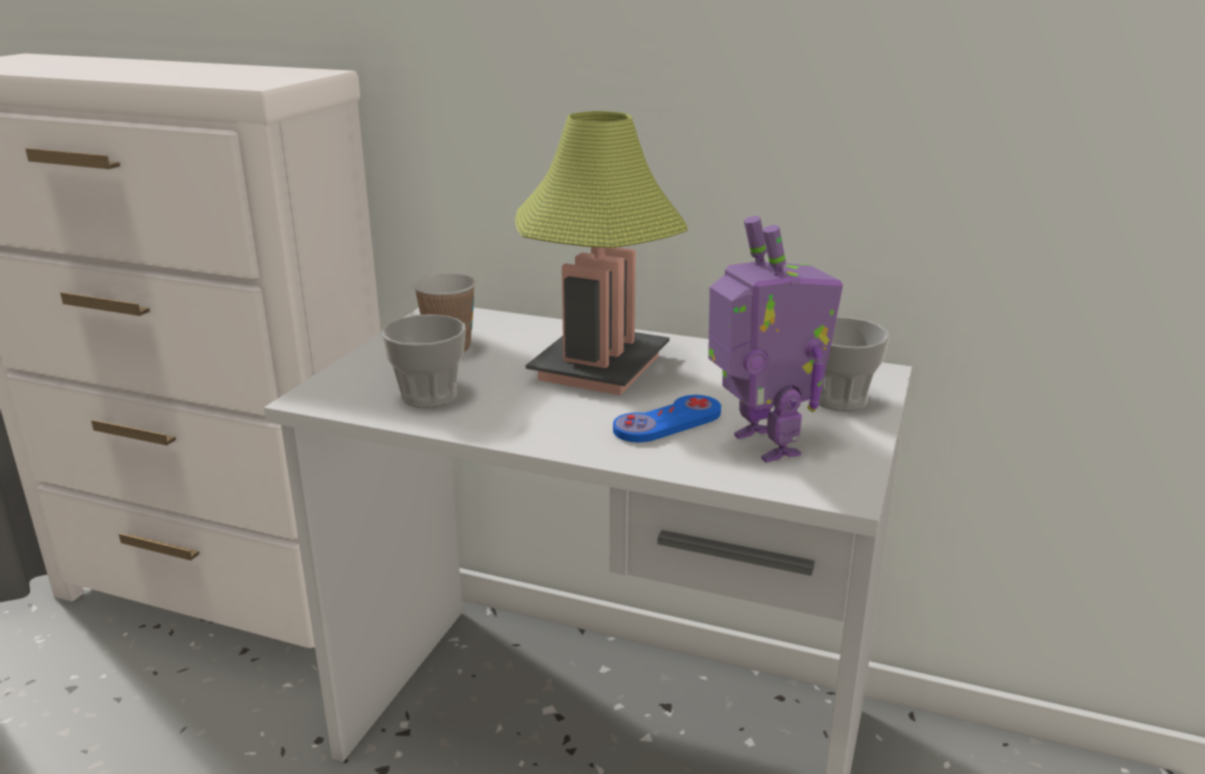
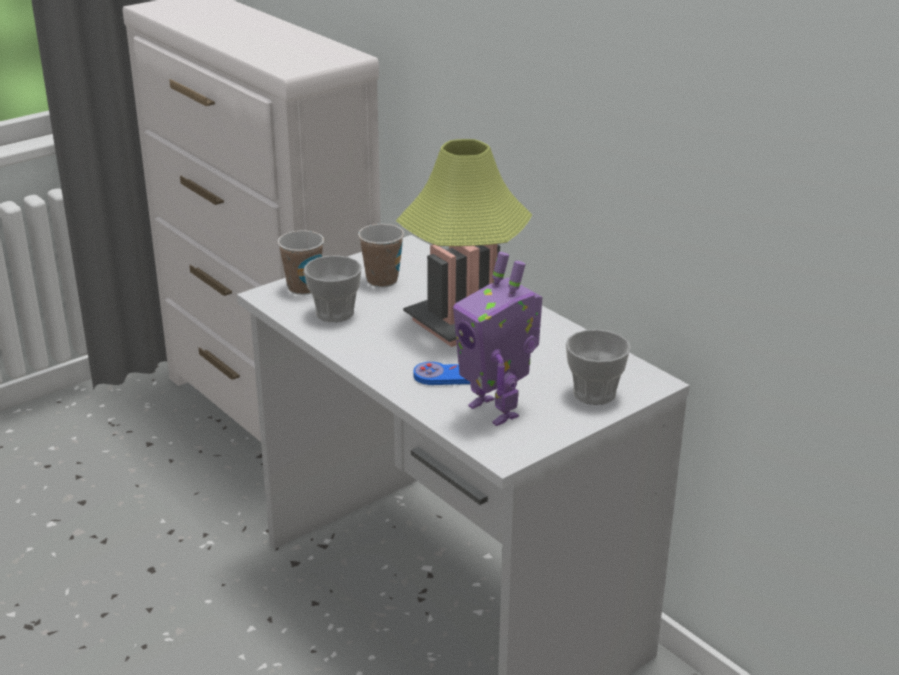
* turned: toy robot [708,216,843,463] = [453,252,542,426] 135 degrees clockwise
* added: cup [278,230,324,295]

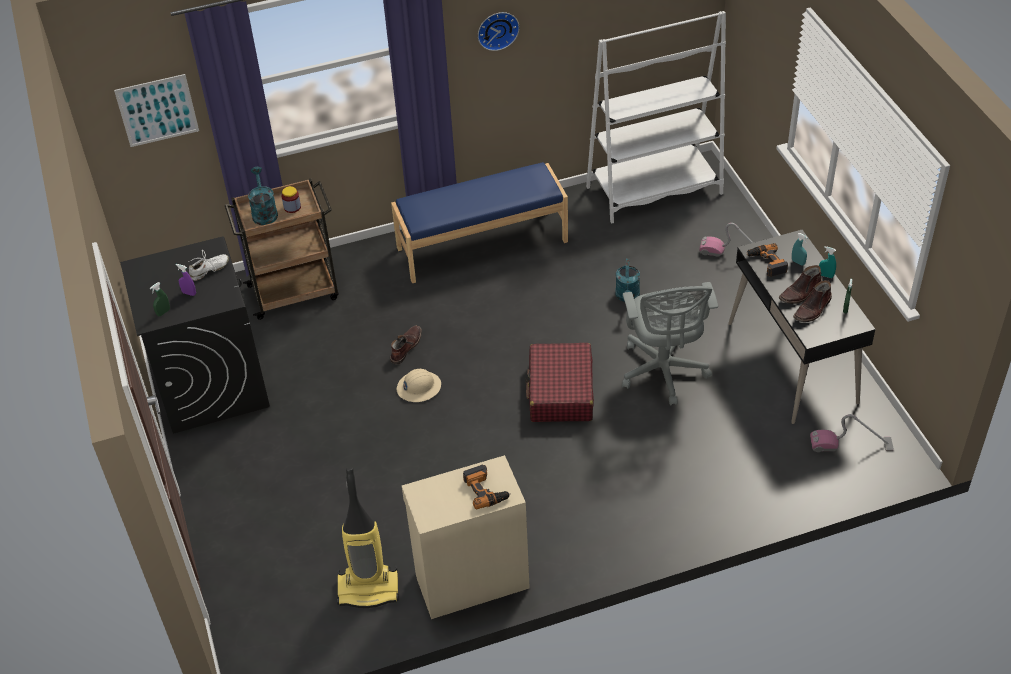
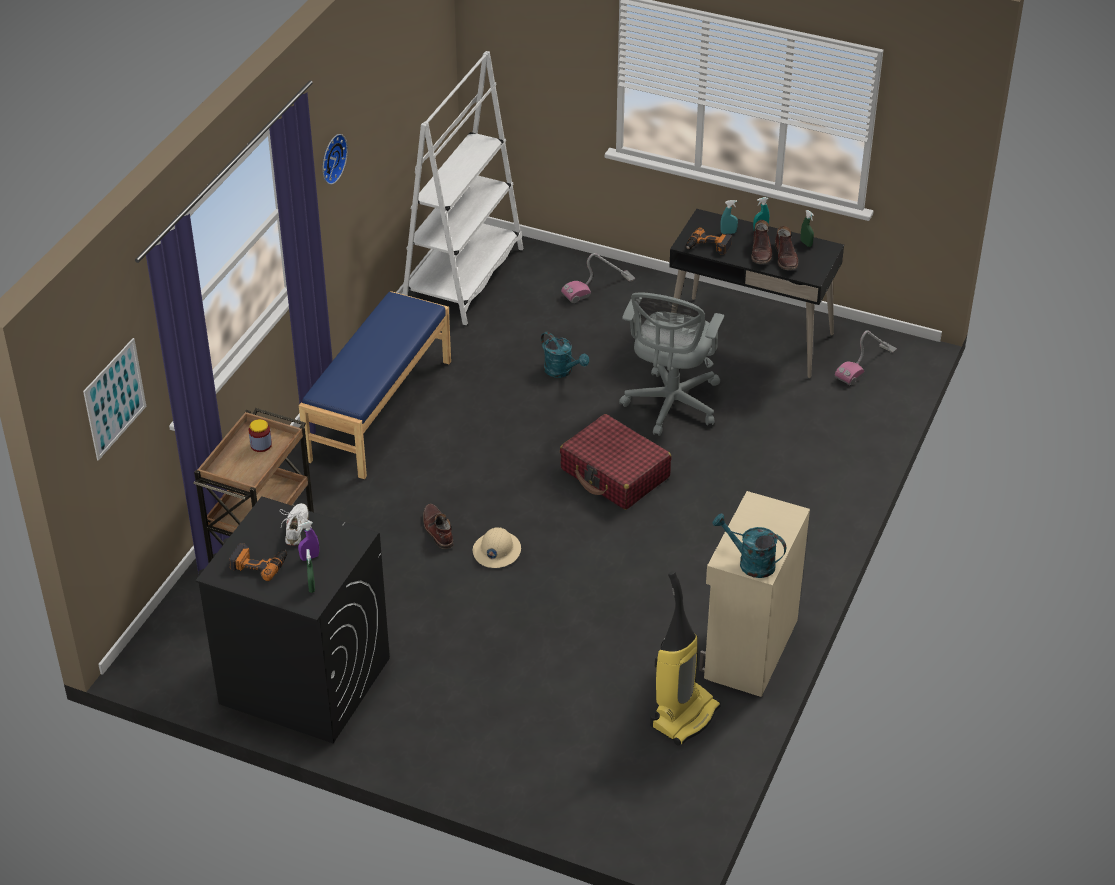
* moved: watering can in turquoise [248,167,278,225] to [712,513,786,578]
* turned: office chair in grey [622,282,718,405] = [619,292,724,436] 75 degrees clockwise
* moved: power drill [463,465,511,509] to [229,543,287,581]

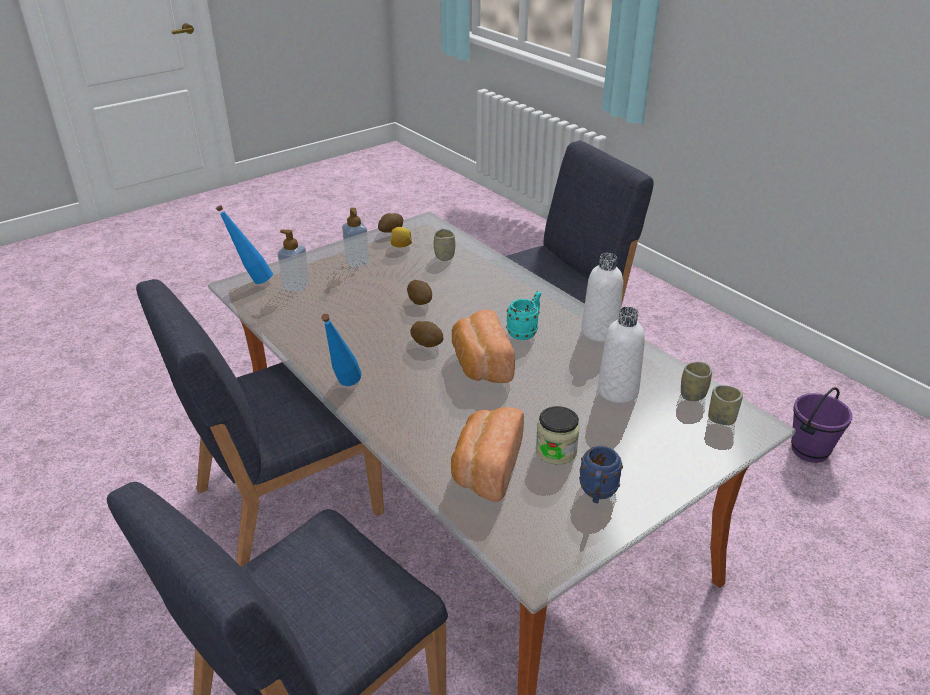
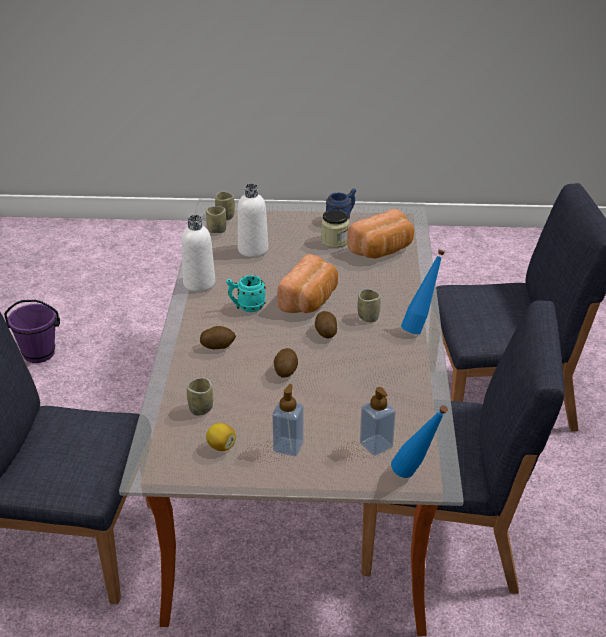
* moved: potato [378,213,403,233] to [200,326,236,349]
* added: cup [357,289,381,322]

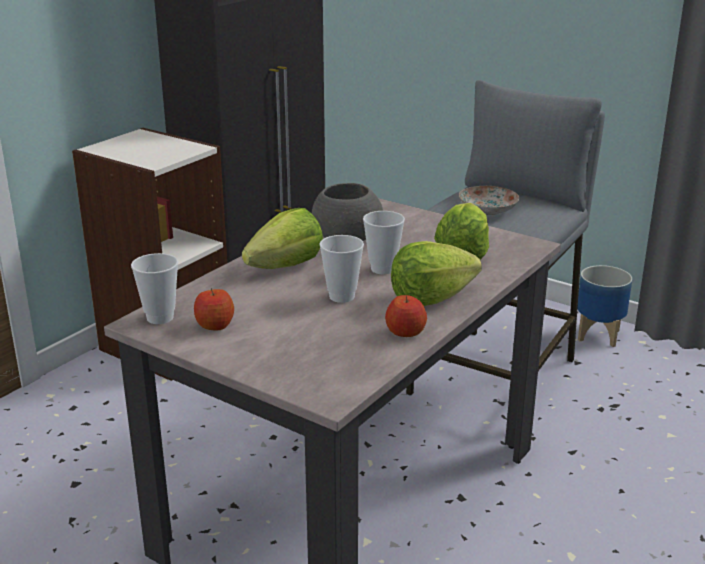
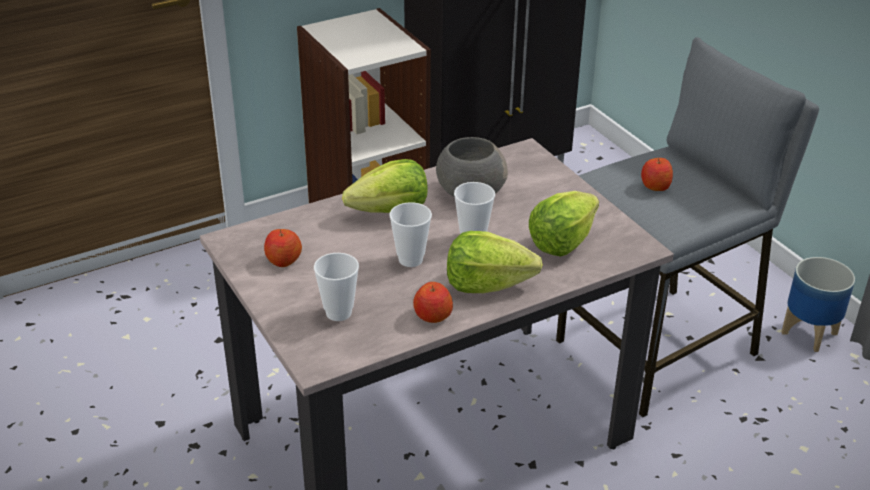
* replaced: plate [459,186,519,215] to apple [641,158,673,191]
* moved: cup [131,253,178,324] to [314,253,359,321]

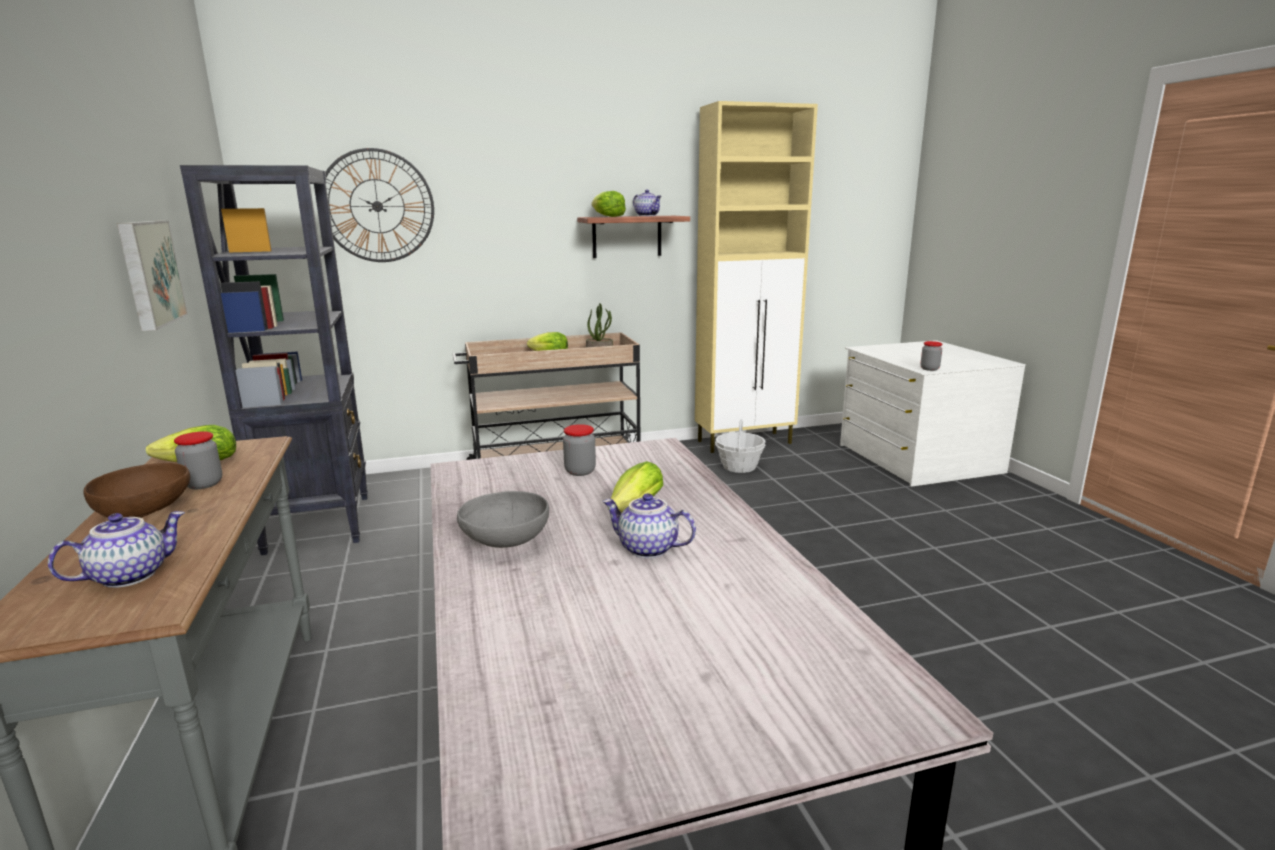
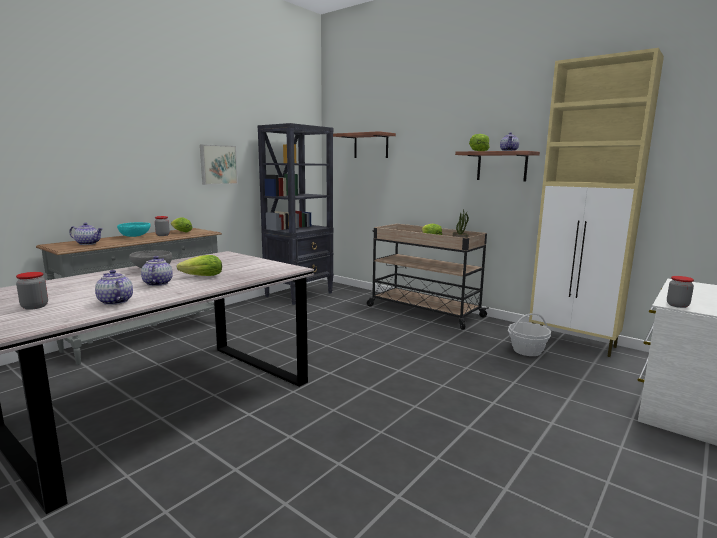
* replaced: wall clock [325,148,434,262] to shelf [333,131,396,158]
* moved: jar [563,424,596,476] to [16,272,48,310]
* recoloured: bowl in brown [83,463,190,518] to bowl in turquoise [117,222,150,237]
* added: teapot [95,270,133,305]

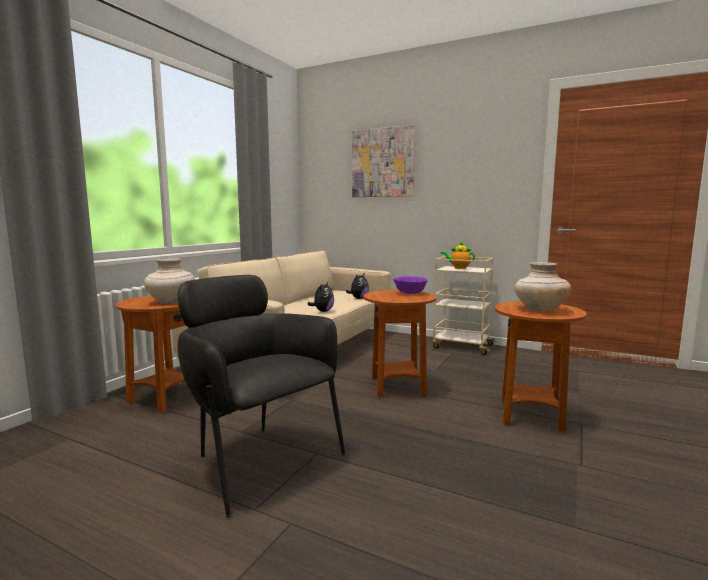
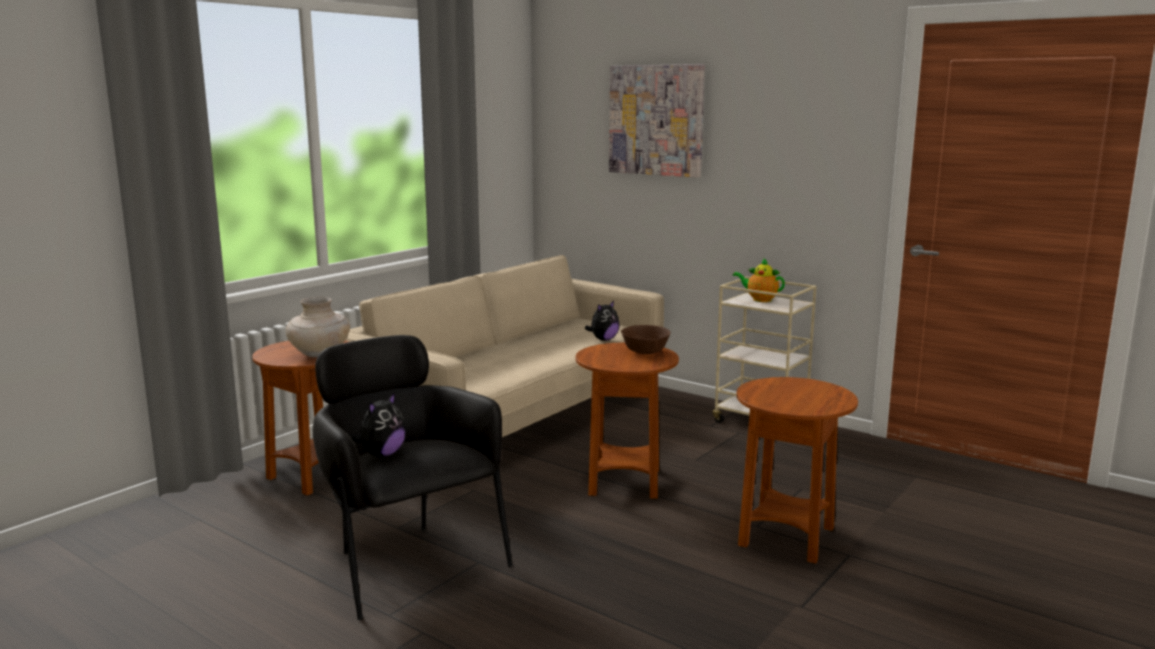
* removed: vase in beige [515,262,571,311]
* recoloured: bowl in purple [393,276,428,294] to bowl in brown [621,325,671,354]
* moved: plush toy [307,282,334,312] to [351,392,406,457]

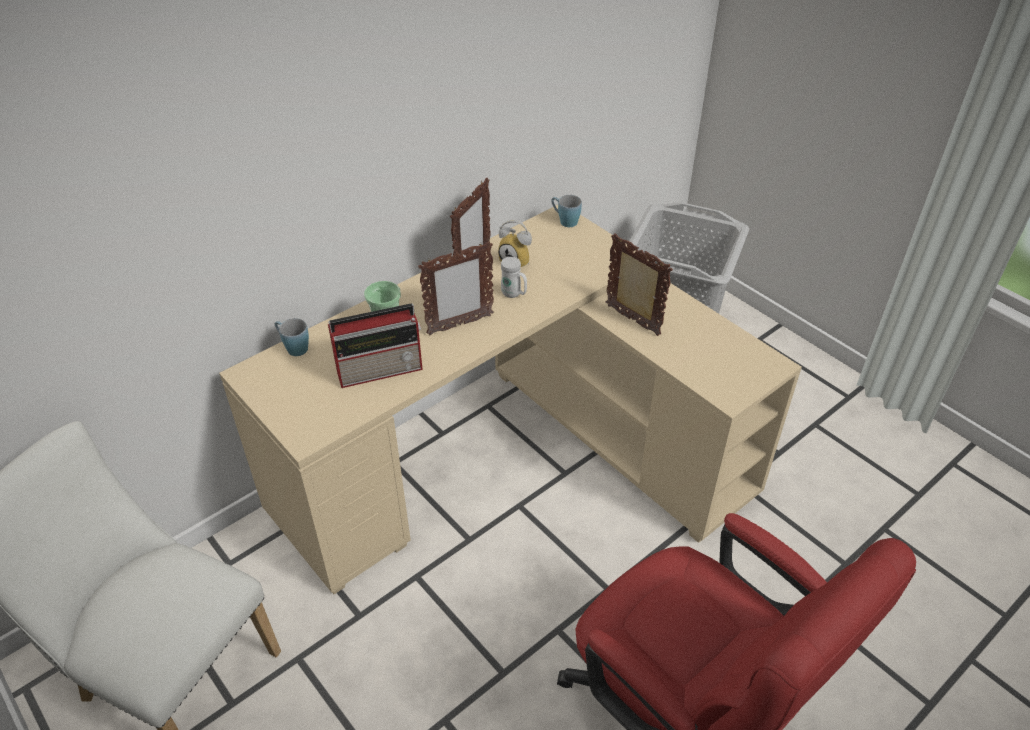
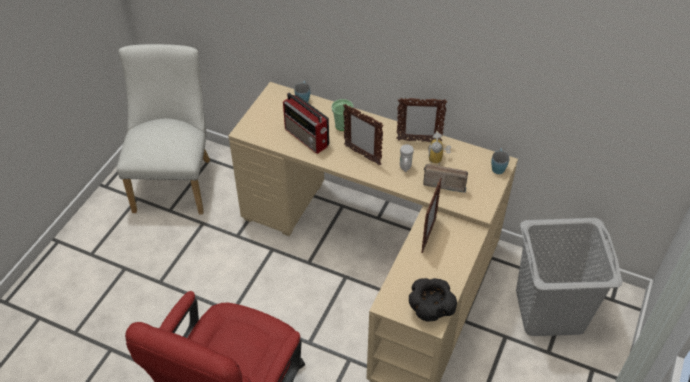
* added: radio [423,164,468,193]
* added: bowl in black [409,278,457,322]

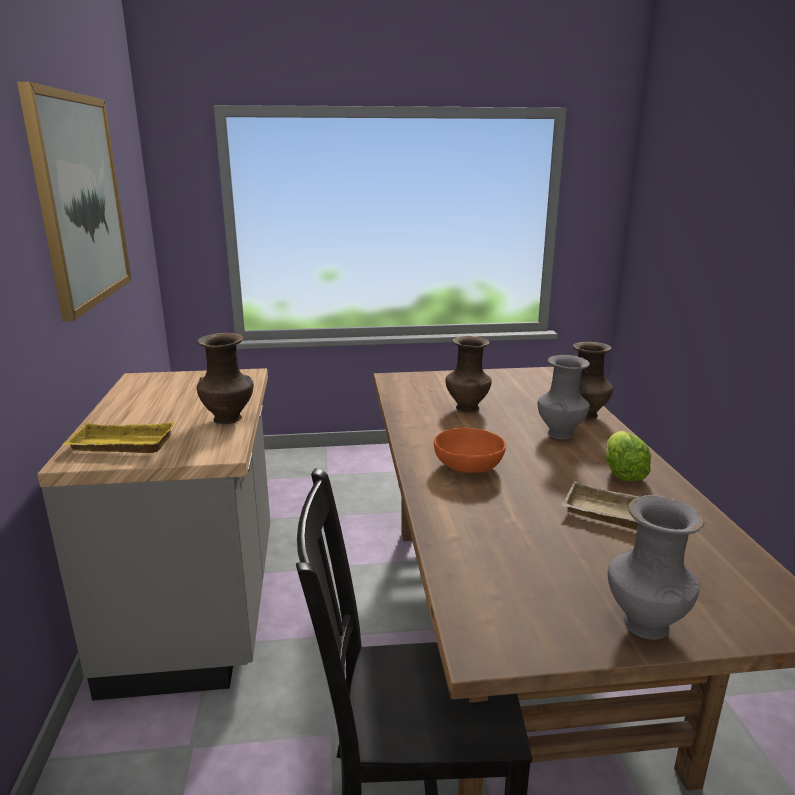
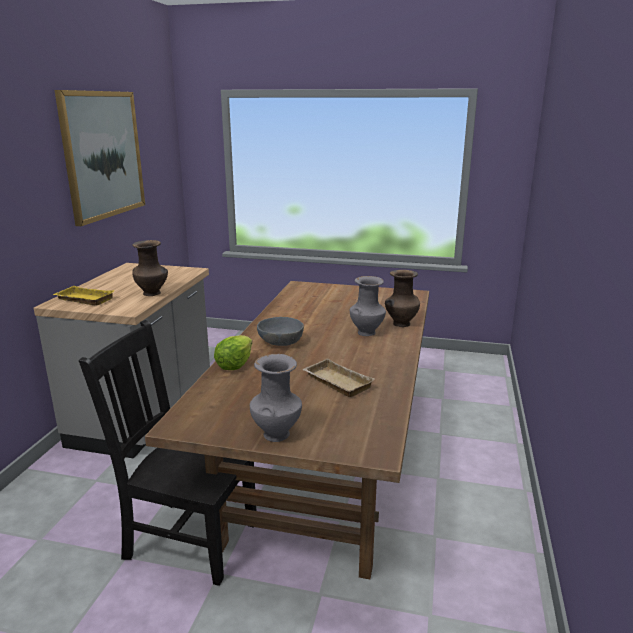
* removed: vase in brown [445,336,492,413]
* recoloured: bowl in orange [434,428,506,473] to bowl in grey [257,317,304,346]
* moved: lettuce [605,431,651,482] to [214,335,252,370]

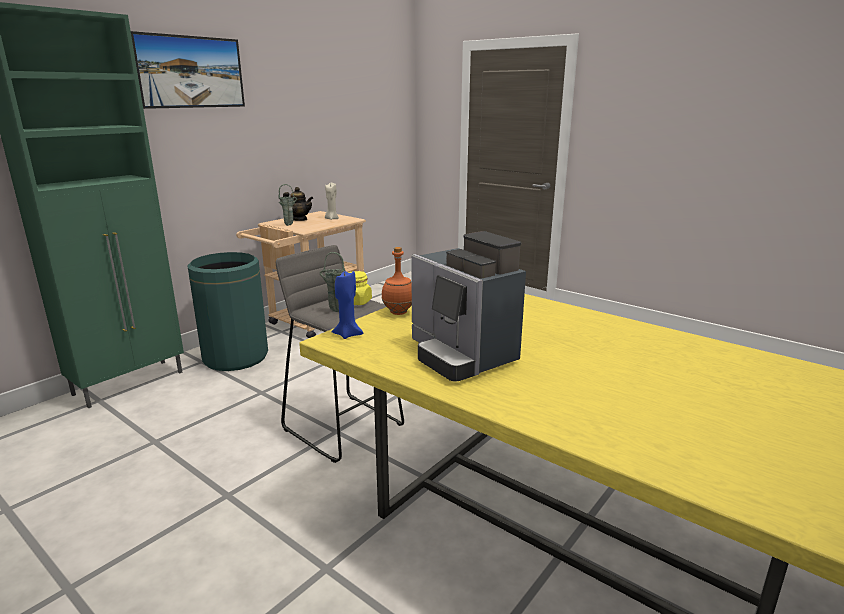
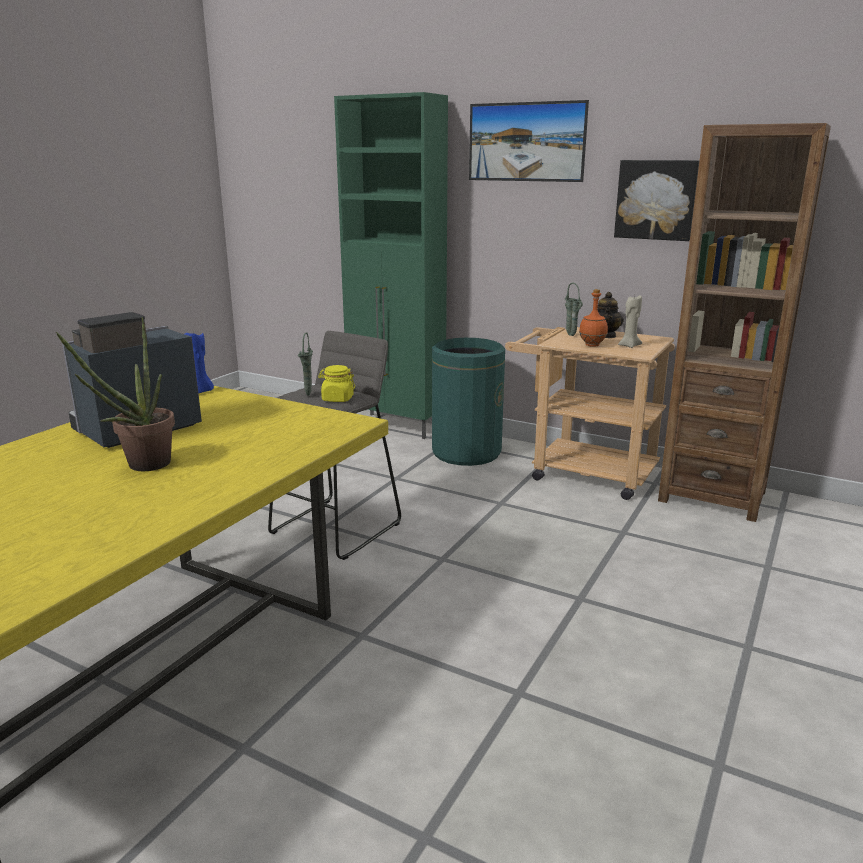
* moved: bottle in orange [381,247,412,315] to [579,289,608,347]
* added: bookcase in brown [658,123,831,522]
* added: picture [614,160,699,241]
* added: potted plant [56,317,175,471]

